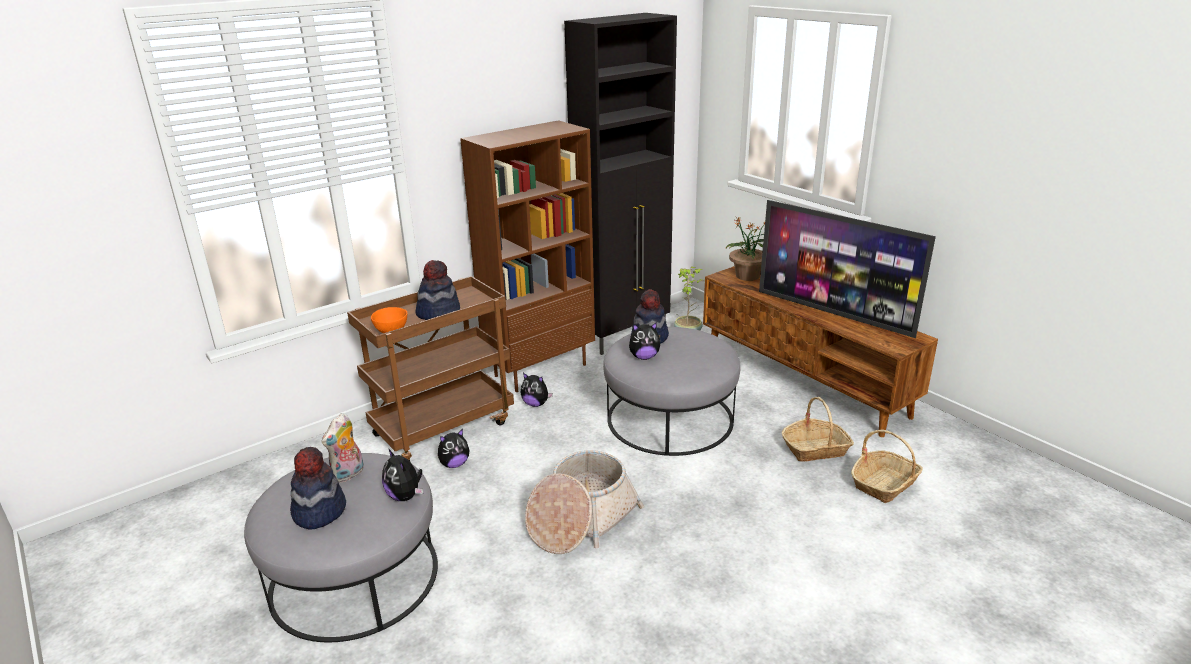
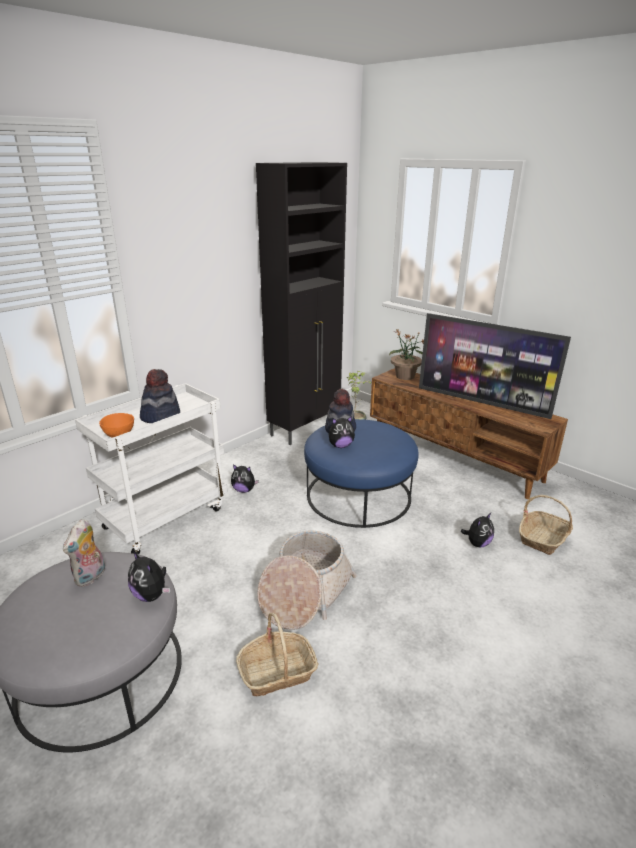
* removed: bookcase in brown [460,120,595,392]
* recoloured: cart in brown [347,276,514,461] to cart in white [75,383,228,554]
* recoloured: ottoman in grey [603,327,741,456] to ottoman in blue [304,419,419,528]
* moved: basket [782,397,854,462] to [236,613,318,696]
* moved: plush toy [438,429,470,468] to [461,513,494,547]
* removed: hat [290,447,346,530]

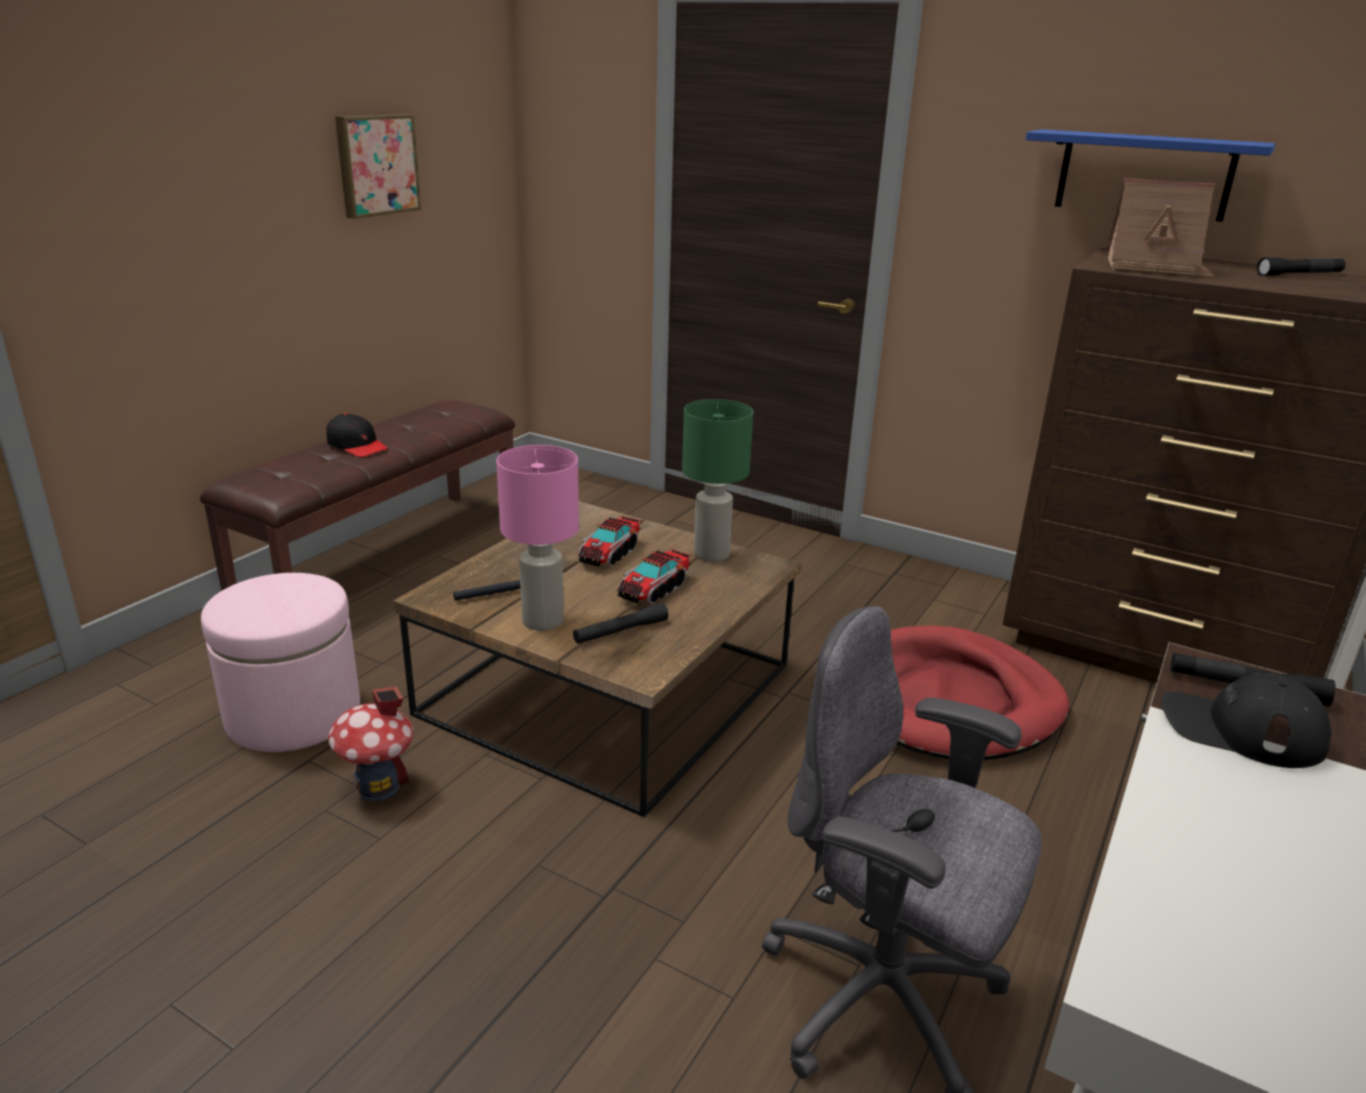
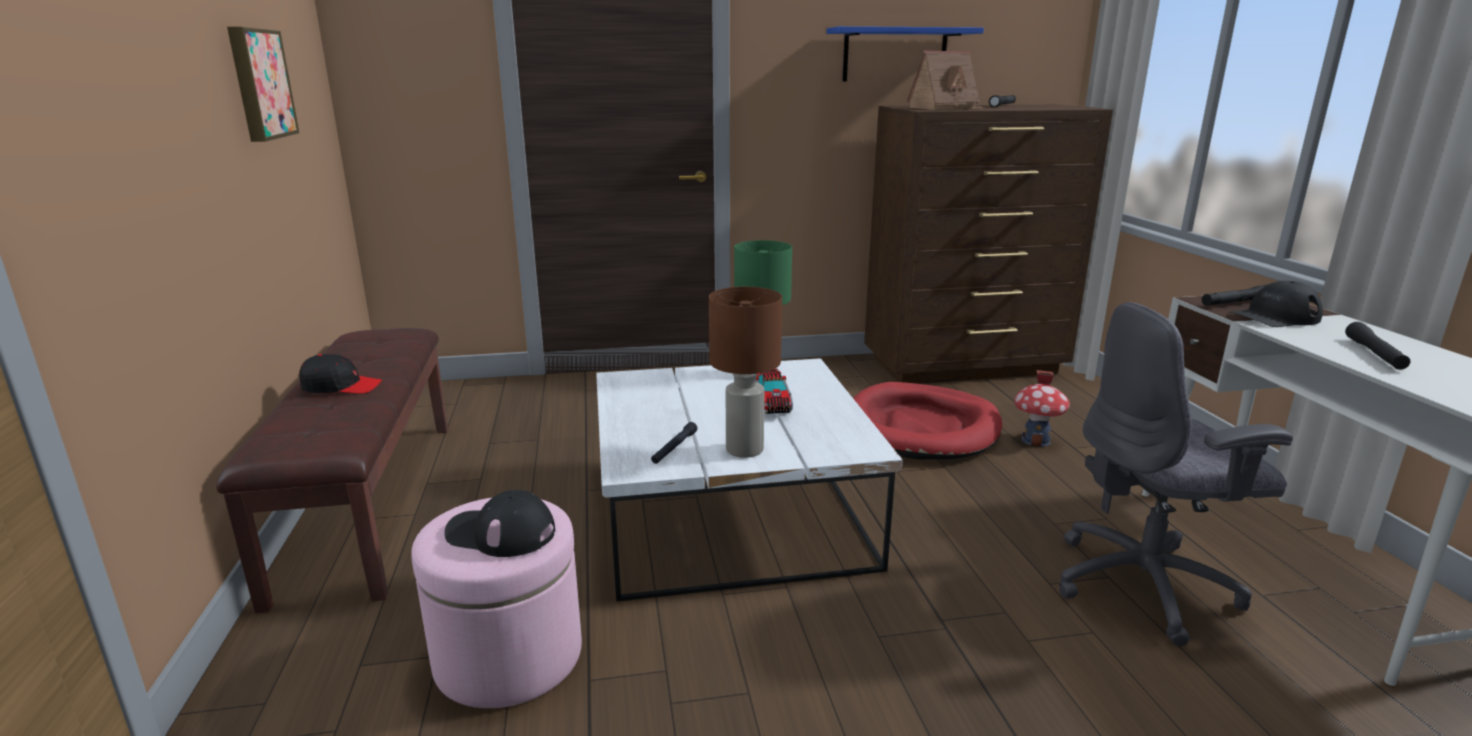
* recoloured: table lamp in pink [496,445,579,631] to table lamp in brown [709,287,782,458]
* recoloured: coffee table in brown [393,501,801,817] to coffee table in white [596,358,903,601]
* removed: toy truck [578,516,640,567]
* moved: flashlight in black [573,602,668,644] to [1345,322,1411,369]
* moved: toy house [328,686,413,802] to [1014,370,1070,447]
* added: cap in black [444,490,555,557]

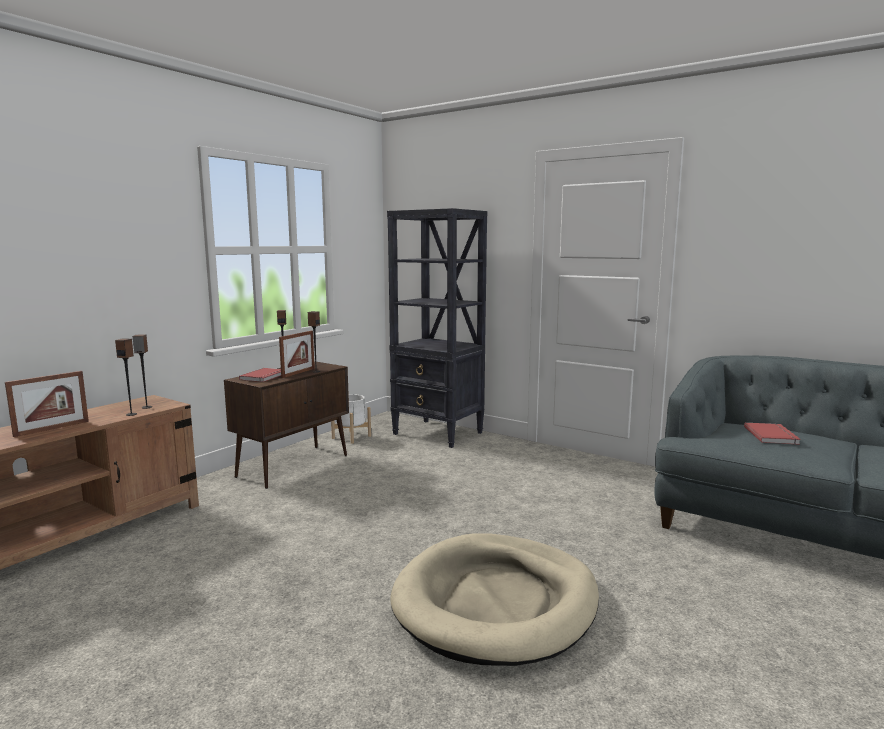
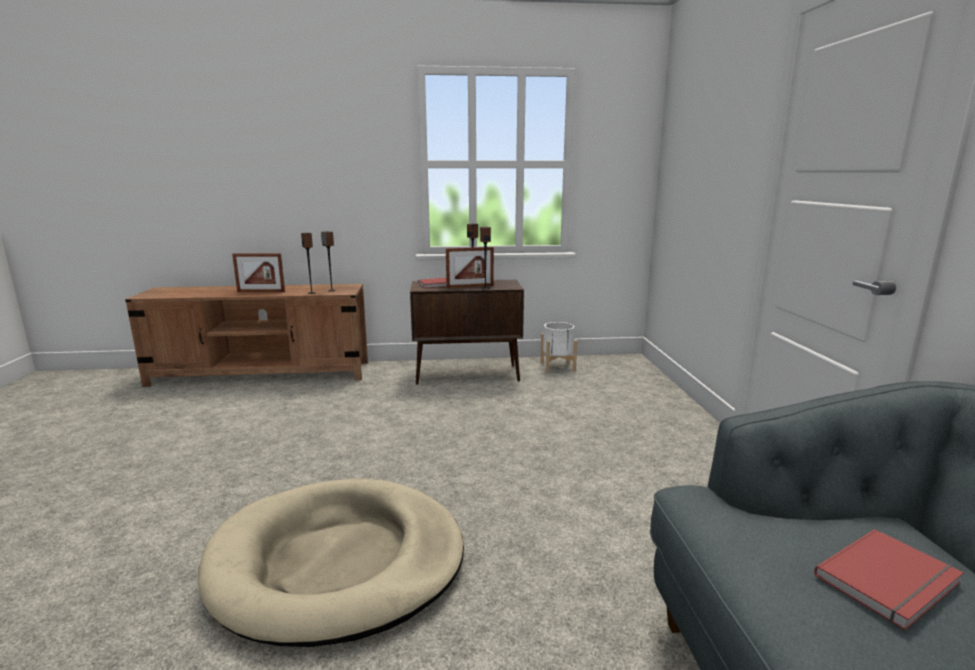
* removed: bookcase in black [387,208,487,448]

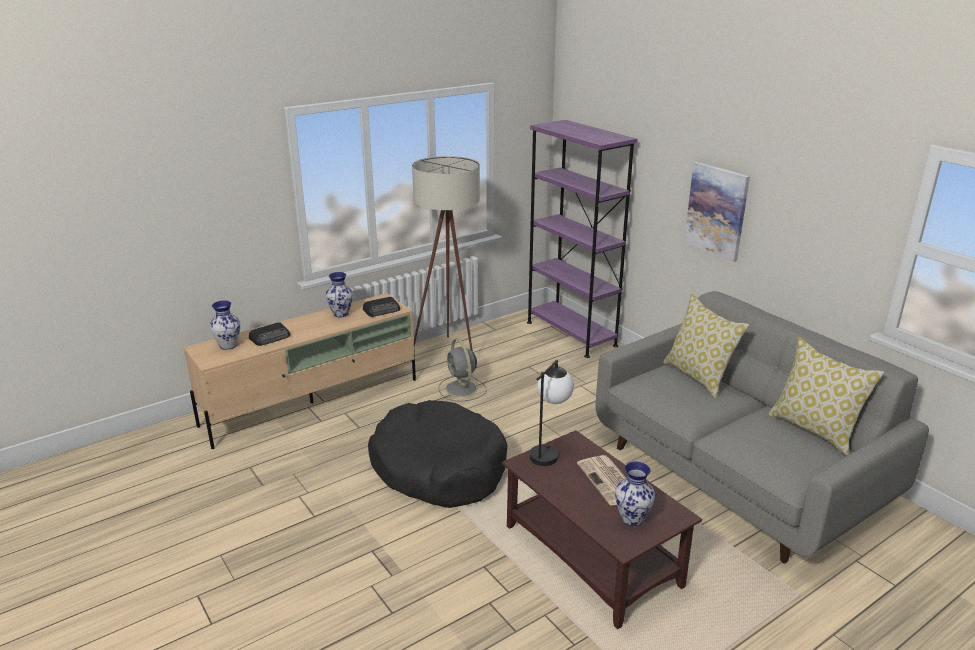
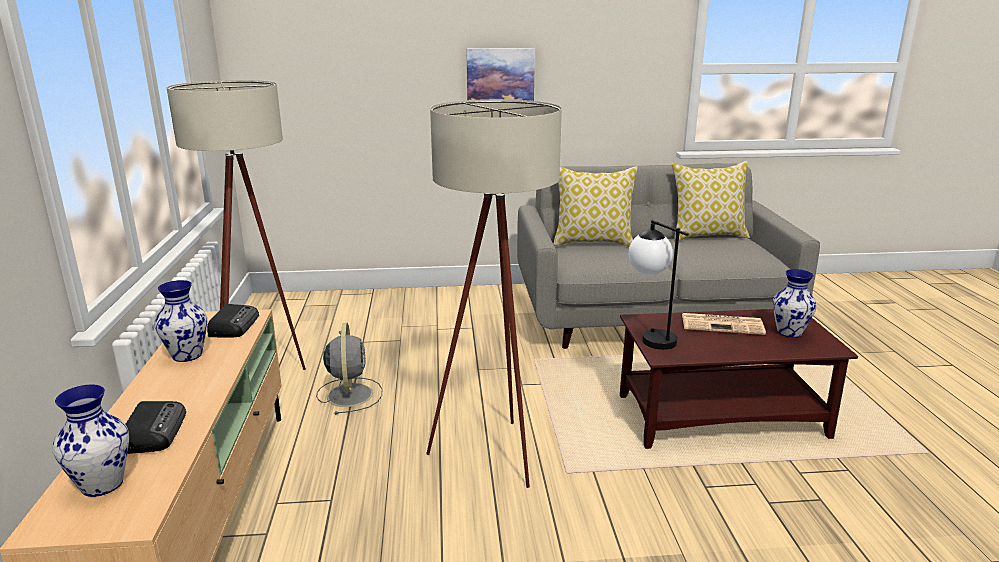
* removed: bookcase in purple [527,120,638,358]
* turned: fan in grey [439,339,487,402] = [316,323,383,415] 105 degrees counterclockwise
* replaced: dog bed in black [368,400,507,508] to floor lamp in beige [426,99,562,488]

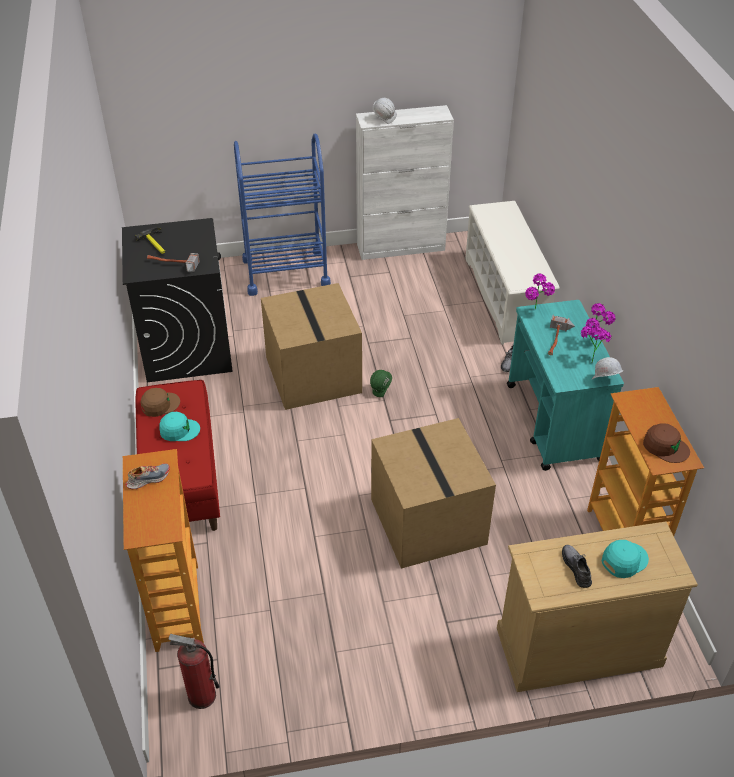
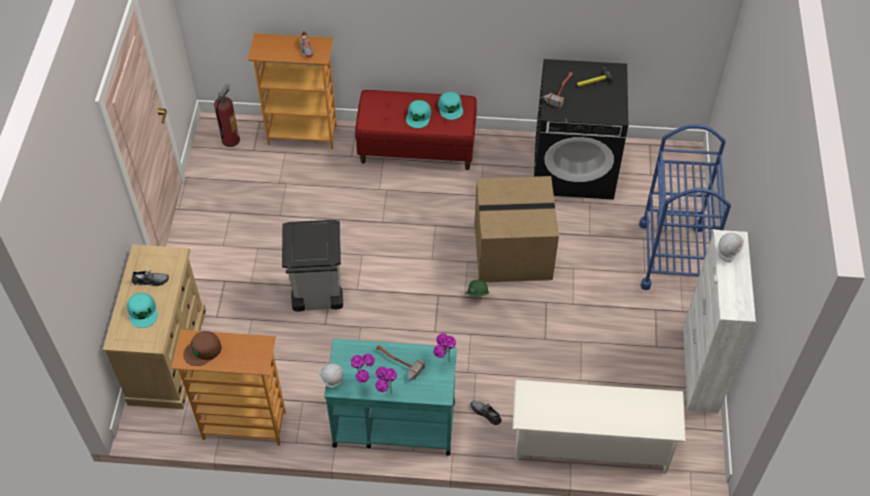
* recoloured: cap in brown [140,388,180,417] to cap in turquoise [438,92,463,120]
* replaced: cardboard box [371,418,496,569] to trash can in grey [282,220,343,312]

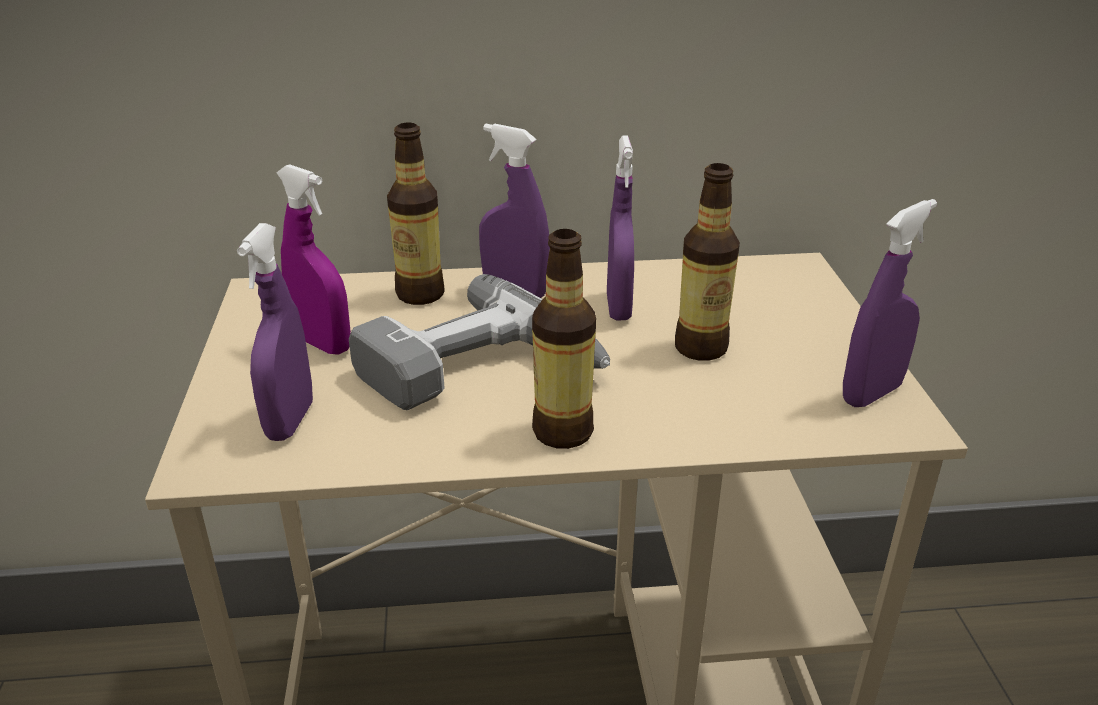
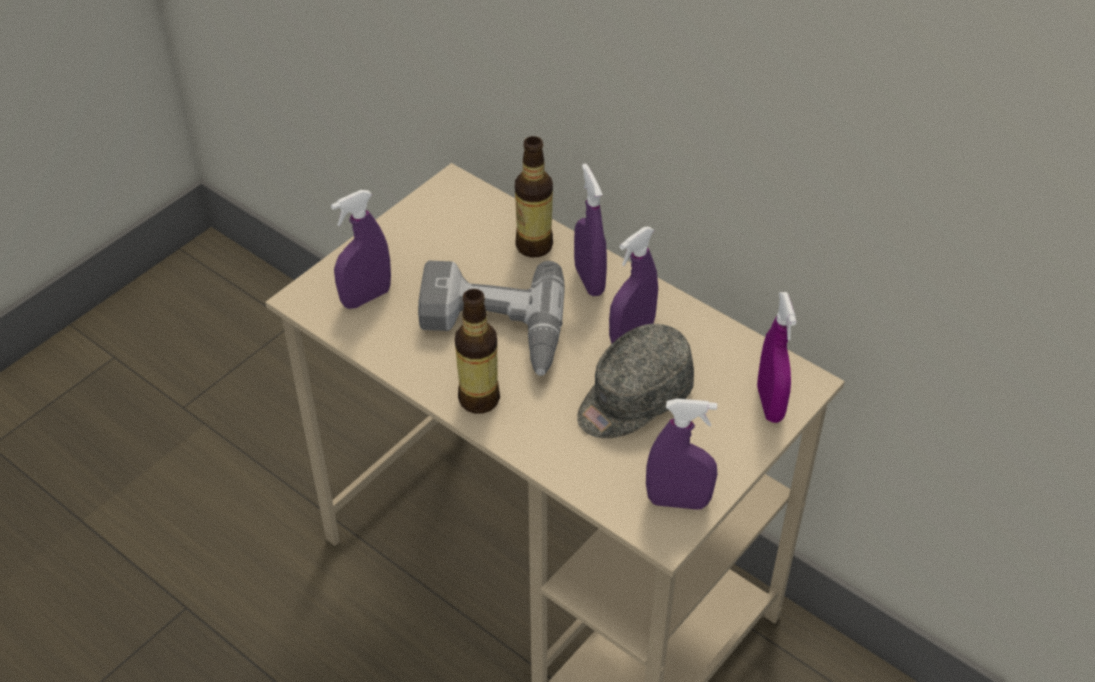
* replaced: bottle [675,163,740,361] to cap in grey [577,324,694,438]
* moved: spray bottle in purple [276,164,351,355] to [757,292,796,423]

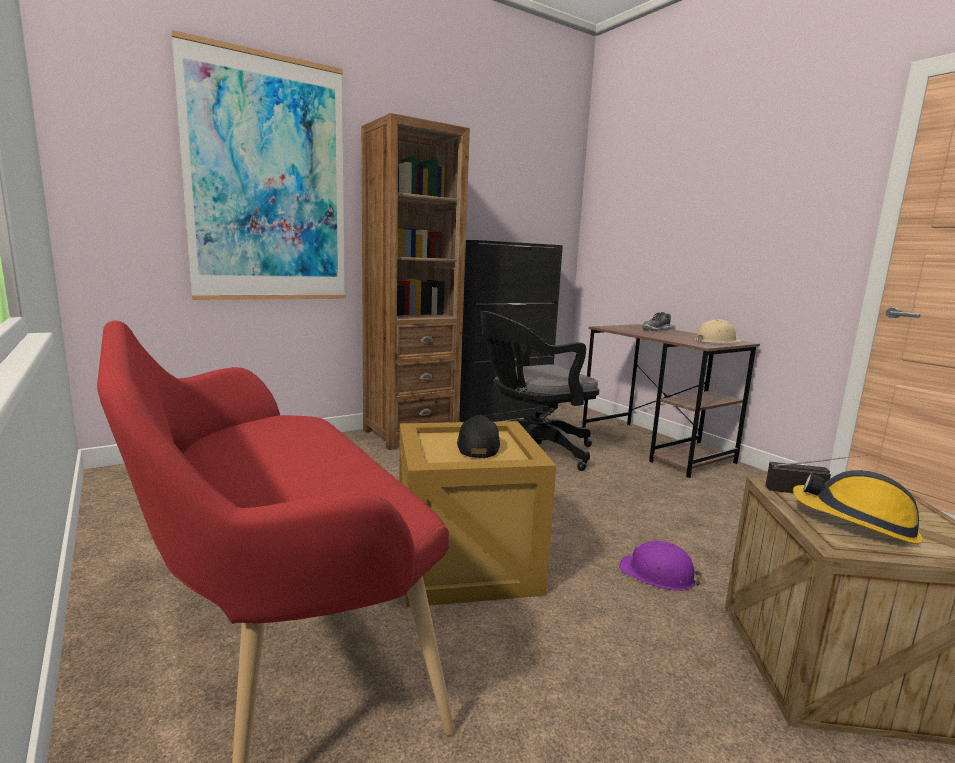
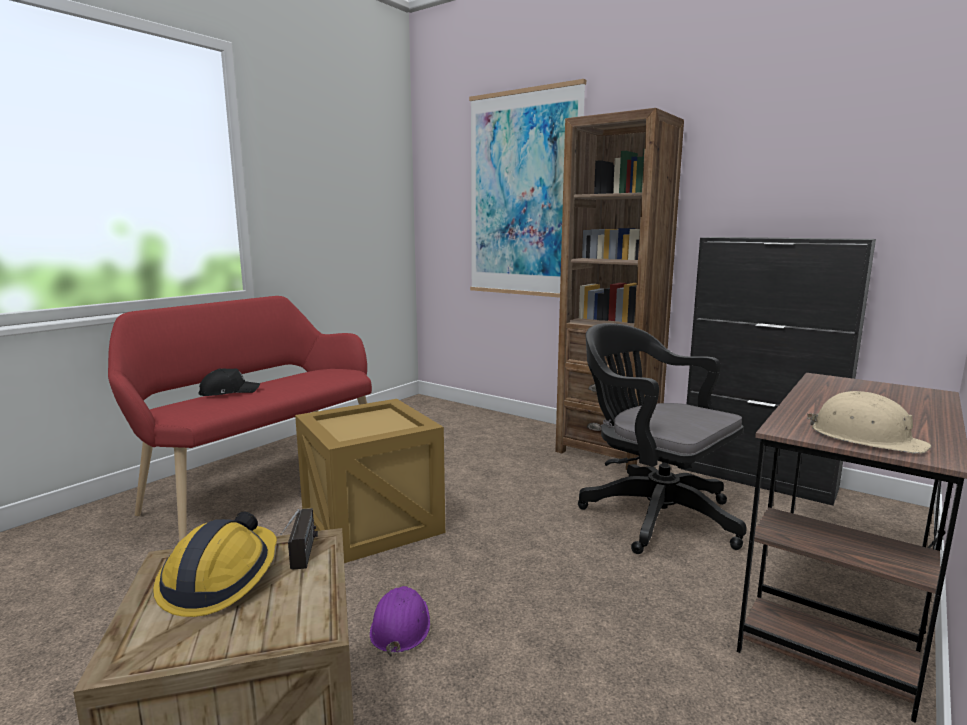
* removed: shoe [642,312,671,332]
* moved: cap in black [457,415,500,458] to [198,368,260,396]

